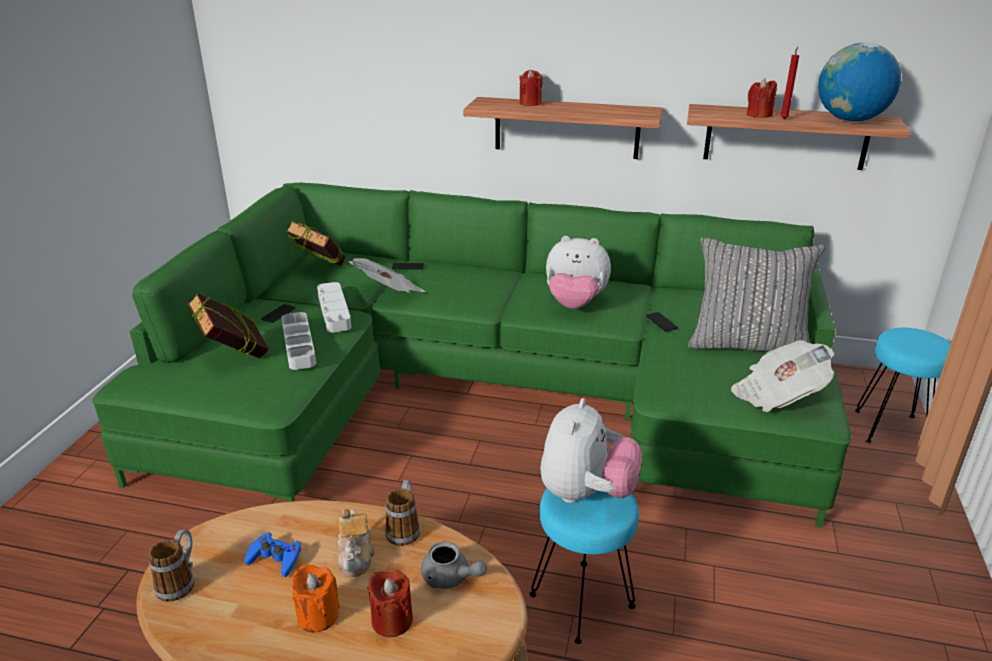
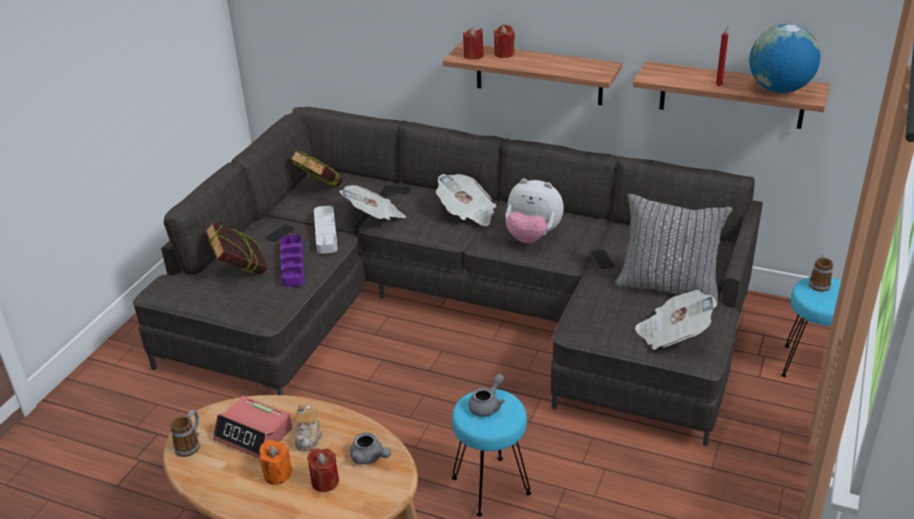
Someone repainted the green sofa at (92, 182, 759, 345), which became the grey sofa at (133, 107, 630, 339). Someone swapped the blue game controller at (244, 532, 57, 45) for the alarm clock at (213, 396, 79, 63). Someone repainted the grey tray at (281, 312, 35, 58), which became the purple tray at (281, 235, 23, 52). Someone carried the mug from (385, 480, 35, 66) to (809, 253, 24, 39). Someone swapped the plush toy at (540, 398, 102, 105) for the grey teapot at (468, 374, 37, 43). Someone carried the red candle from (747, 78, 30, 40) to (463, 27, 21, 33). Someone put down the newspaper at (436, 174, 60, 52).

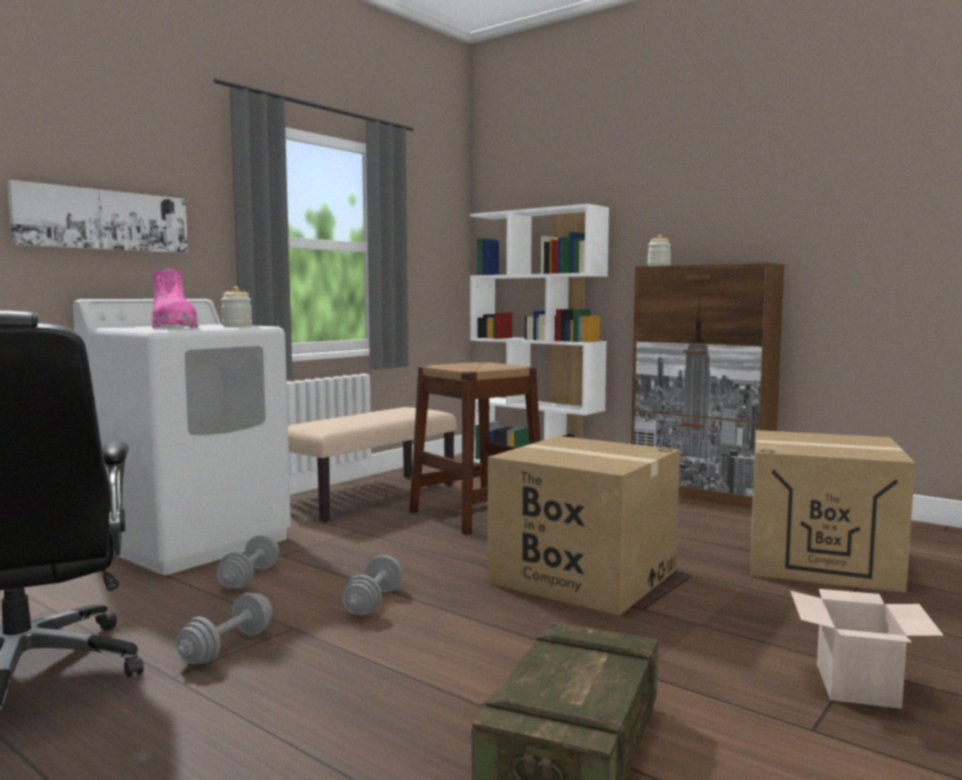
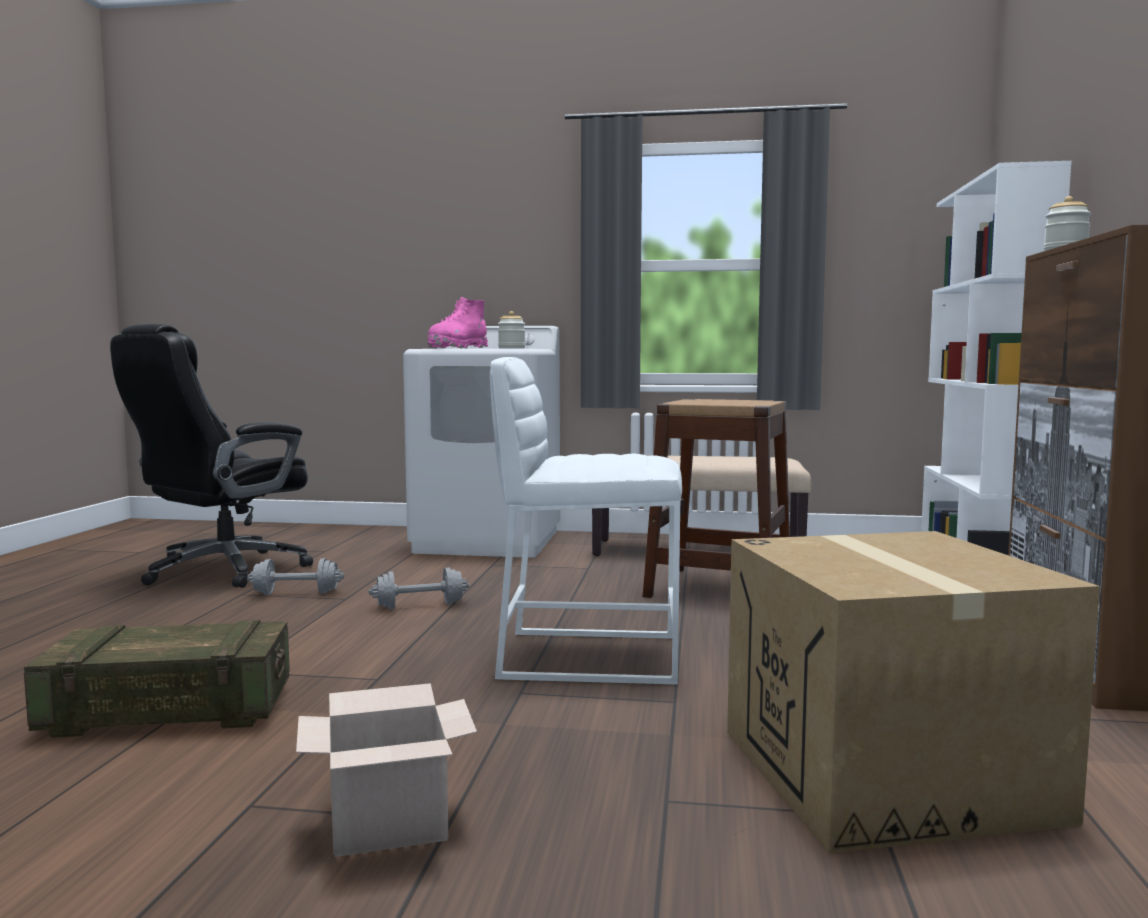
Someone took away the picture at (7, 180, 181, 73). Someone took away the grey dumbbell at (217, 535, 62, 54). Someone swapped the cardboard box at (488, 436, 192, 180) for the white stool at (490, 357, 192, 327).

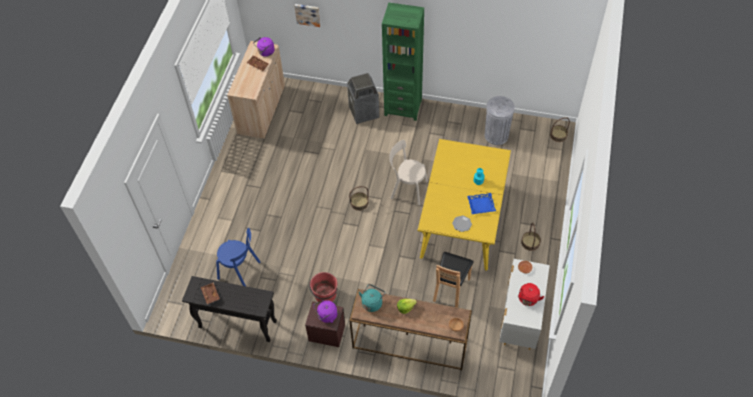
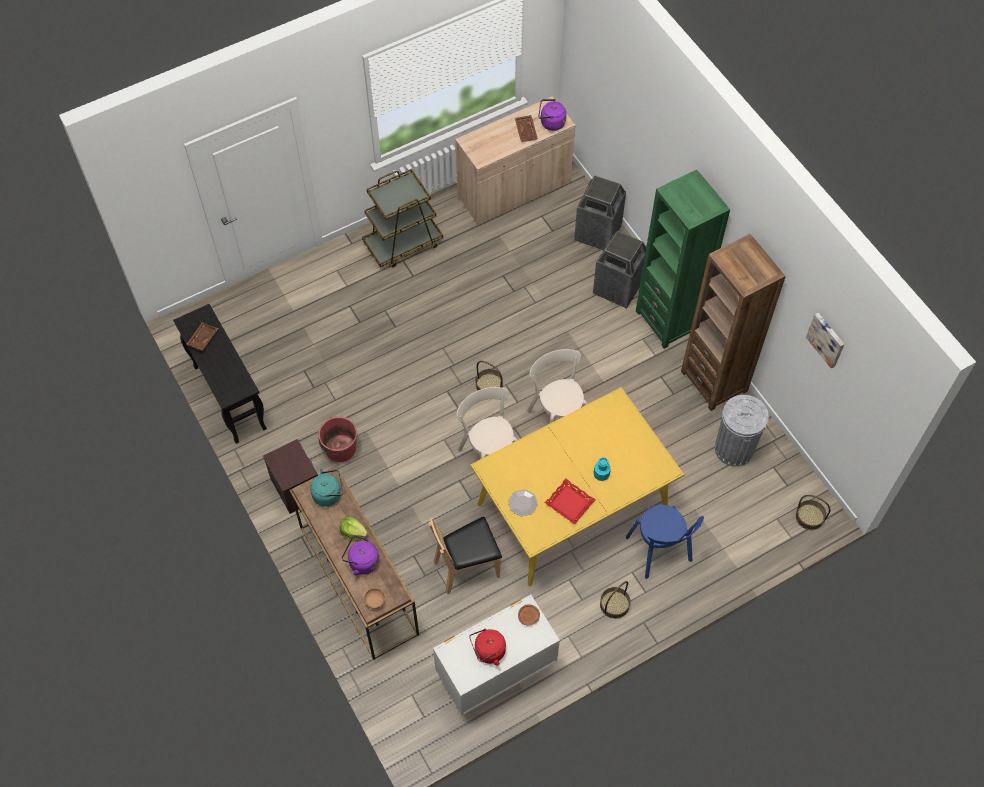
Someone carried the blue chair from (216, 228, 44, 58) to (626, 505, 78, 74). Someone carried the picture from (294, 4, 27, 23) to (806, 313, 39, 56). Someone carried the purple kettle from (313, 300, 24, 23) to (342, 535, 37, 40). Someone repainted the blue tray at (467, 193, 29, 21), which became the red tray at (544, 478, 52, 47). Someone put down the brown cart at (362, 169, 81, 98). Someone put down the beige chair at (457, 387, 60, 99). Someone put down the trash can at (574, 176, 52, 74). Someone put down the brown bookcase at (681, 234, 105, 177).

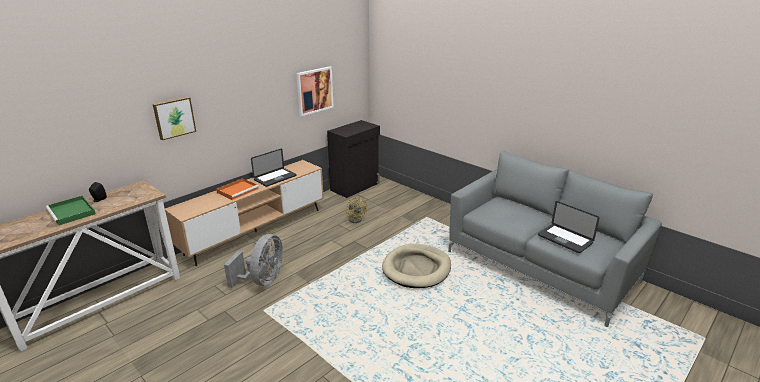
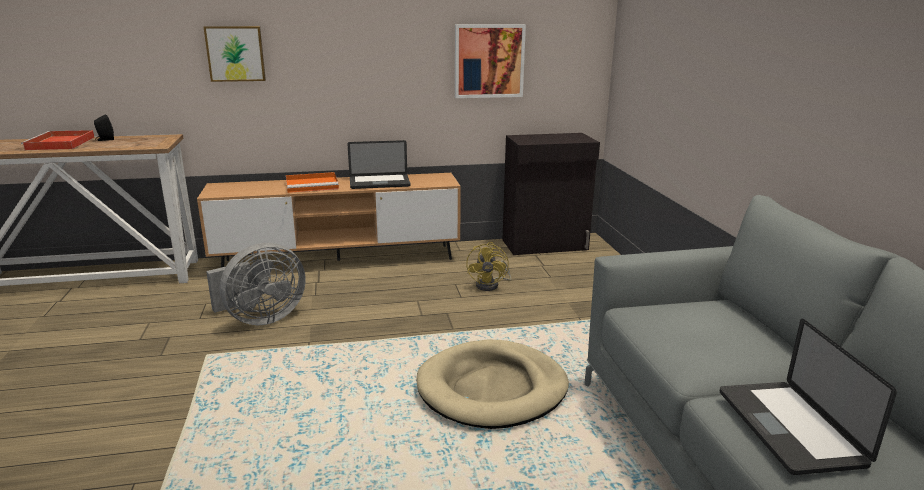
Someone repainted the green tray at (45, 196, 51, 30), which became the red tray at (21, 130, 74, 20).

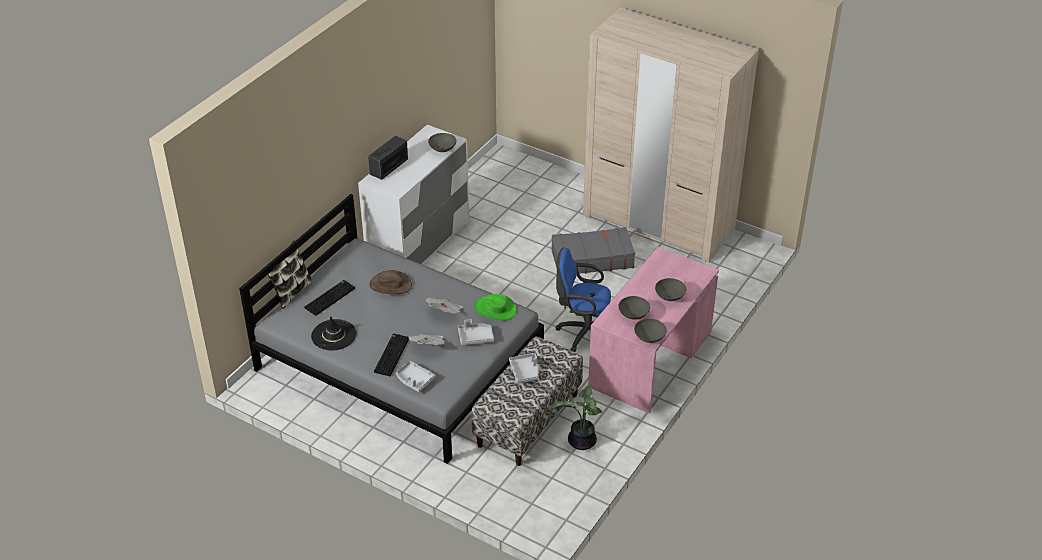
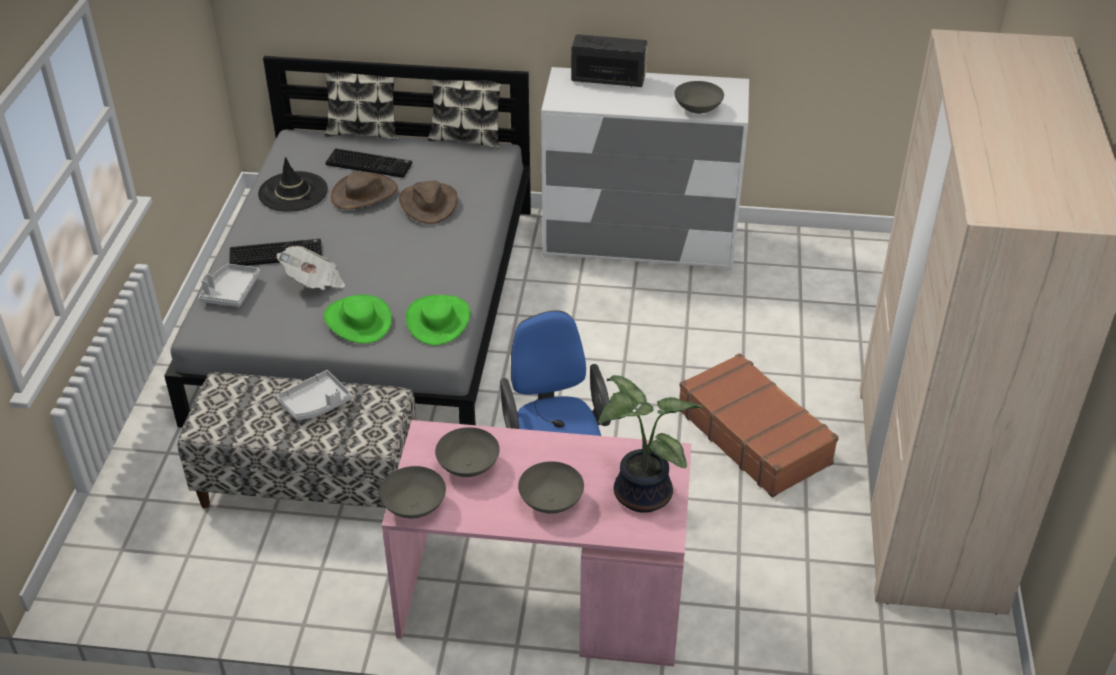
Someone took away the newspaper at (426, 297, 37, 17). Someone swapped the grey tray at (458, 319, 36, 26) for the green hat at (324, 295, 68, 48). Someone repainted the grey suitcase at (551, 227, 84, 47), which became the brown suitcase at (679, 353, 160, 144). Someone carried the potted plant from (551, 384, 51, 66) to (598, 375, 105, 138). Someone put down the brown hat at (331, 171, 67, 38). Someone put down the pillow at (428, 80, 73, 69).

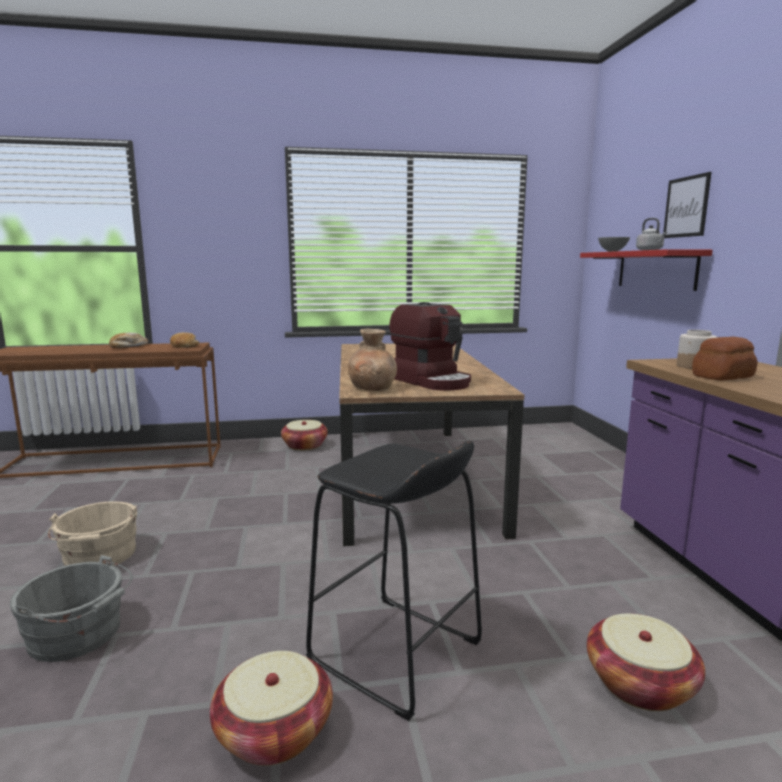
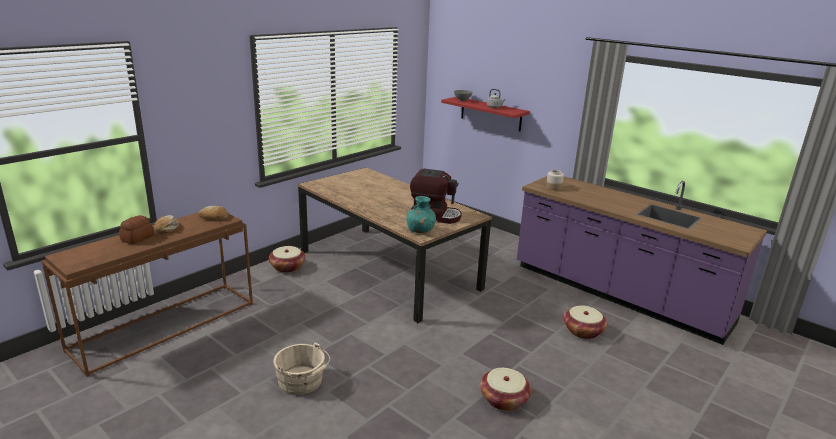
Someone took away the grey bucket at (10, 555, 123, 107). Someone took away the black stool at (306, 441, 176, 280). Someone repainted the brown vase at (348, 329, 49, 62), which became the turquoise vase at (407, 196, 29, 37). Someone took away the picture at (663, 172, 48, 66). Someone carried the bread from (692, 337, 66, 43) to (119, 215, 35, 29).

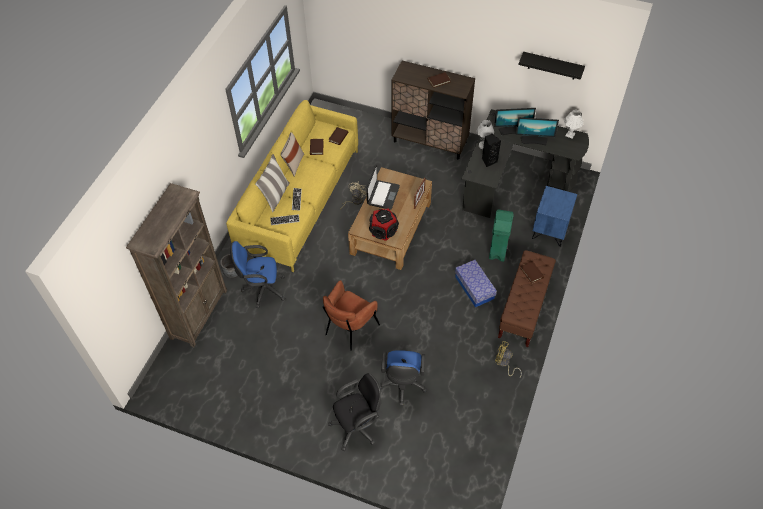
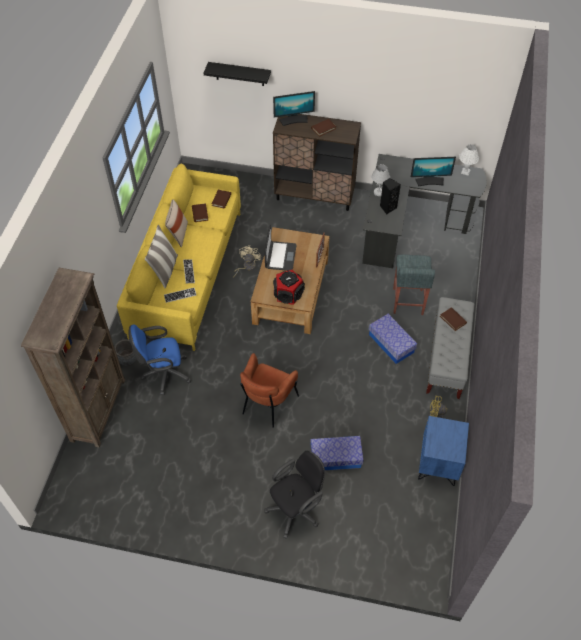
Someone swapped the blue office chair at (379, 350, 48, 56) for the storage box at (310, 436, 54, 34). Someone swapped the green trash can at (489, 209, 25, 53) for the grey stool at (393, 255, 42, 60). Someone carried the monitor from (494, 108, 42, 27) to (273, 91, 42, 35). Someone repainted the brown bench at (498, 250, 58, 97), which became the grey bench at (426, 297, 49, 102). Someone carried the black shelf from (519, 52, 66, 28) to (204, 62, 67, 24). Someone carried the blue nightstand from (532, 186, 45, 61) to (418, 416, 51, 70).

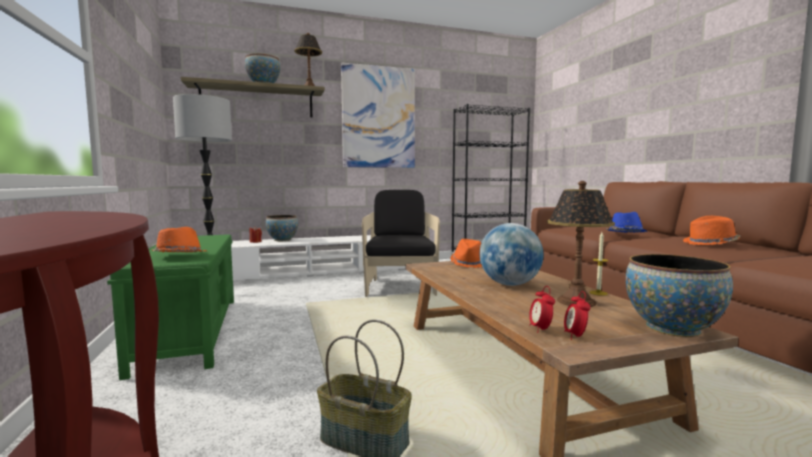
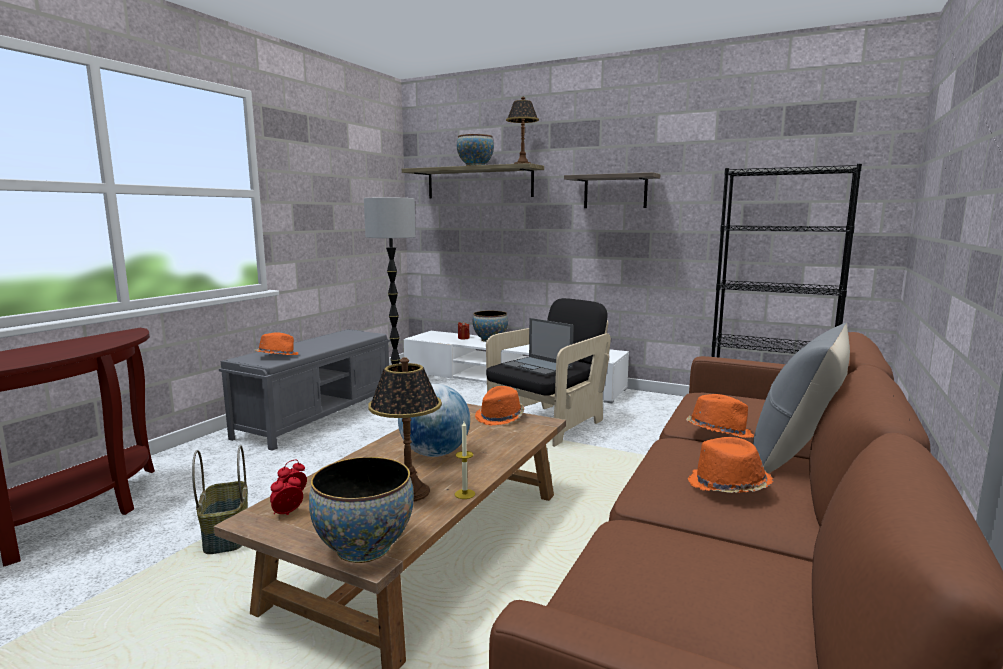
Someone repainted the green bench at (107, 234, 127, 146), which became the grey bench at (219, 329, 171, 122). Someone swapped the picture at (341, 63, 74, 105) for the shelf at (564, 172, 96, 36). Someone repainted the blue hat at (606, 212, 41, 21), which became the orange hat at (686, 394, 68, 44). Someone put down the laptop at (503, 318, 71, 58). Someone put down the grey pillow at (753, 323, 97, 150).

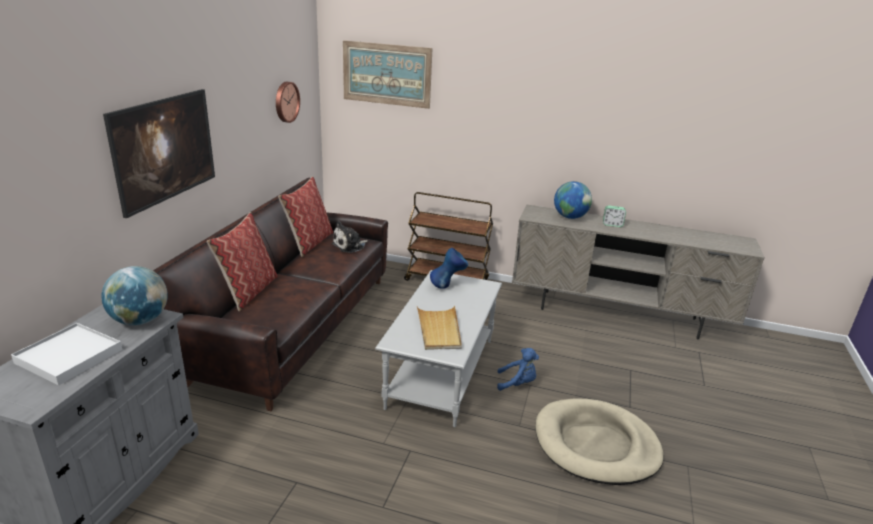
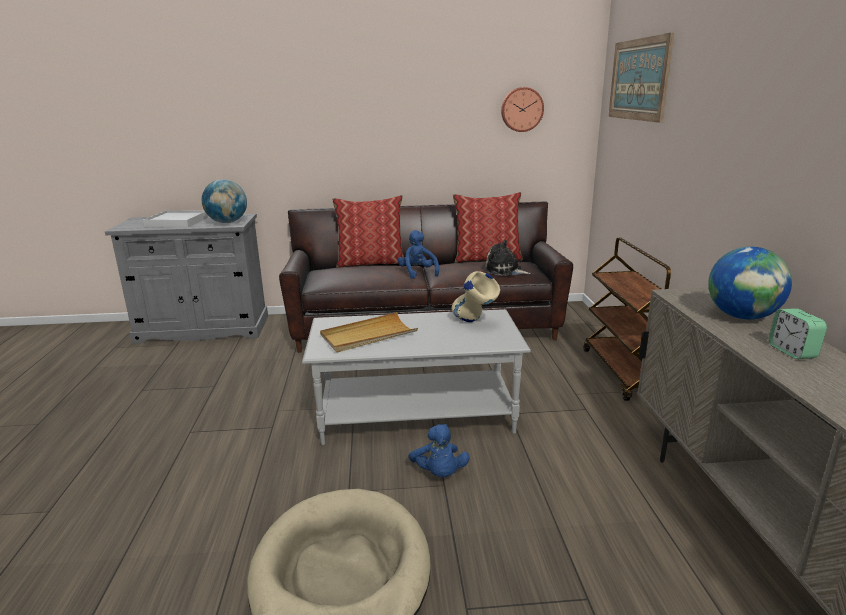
Someone took away the picture at (103, 89, 112, 129). Someone repainted the blue vase at (430, 248, 38, 41), which became the beige vase at (451, 271, 49, 51). Someone put down the blue plush toy at (398, 230, 41, 49).

